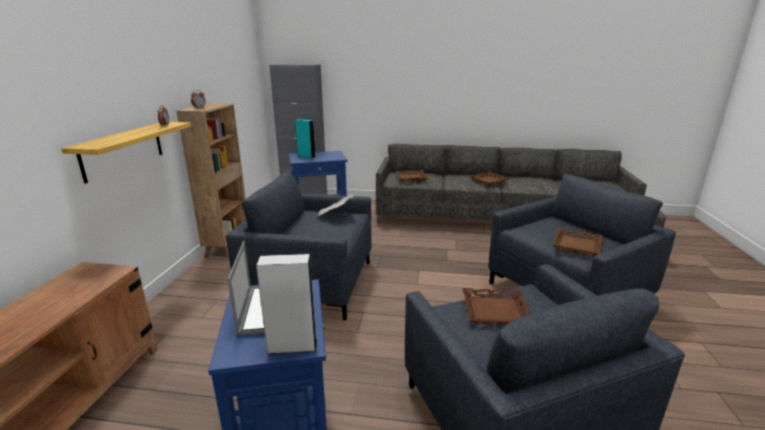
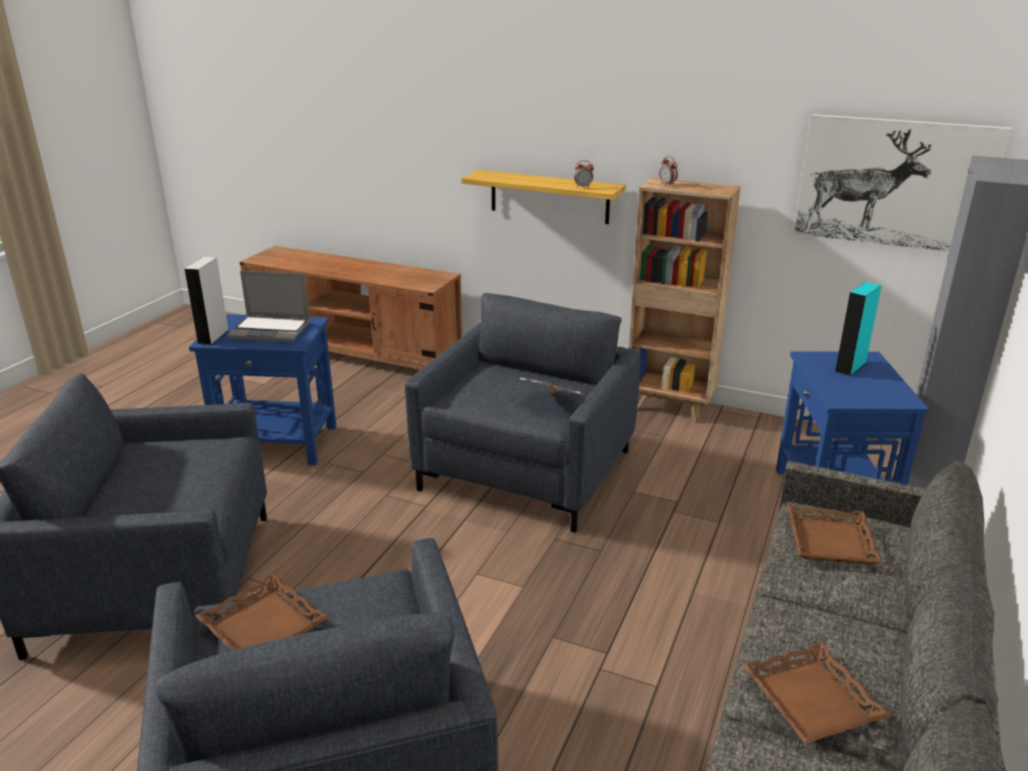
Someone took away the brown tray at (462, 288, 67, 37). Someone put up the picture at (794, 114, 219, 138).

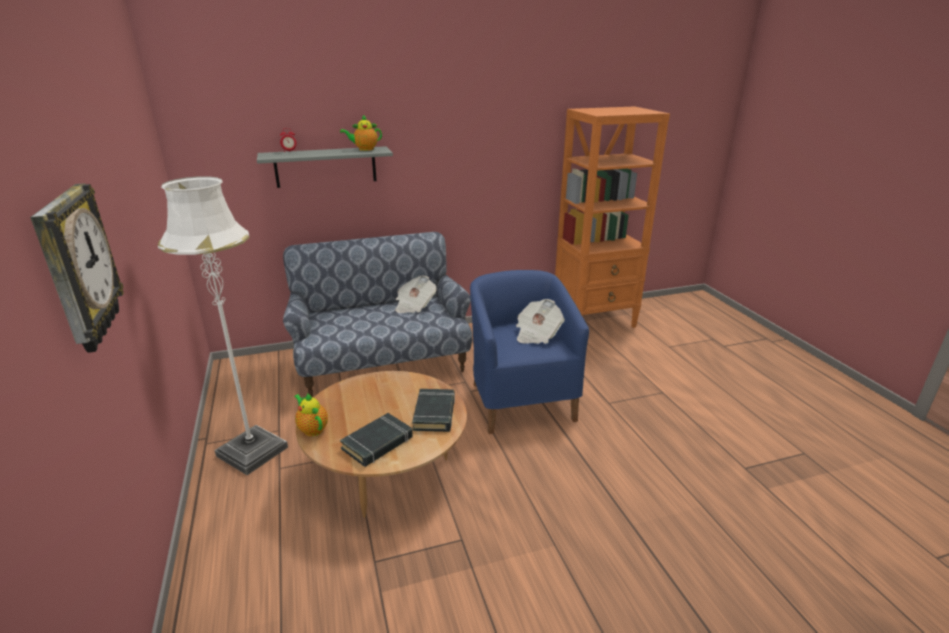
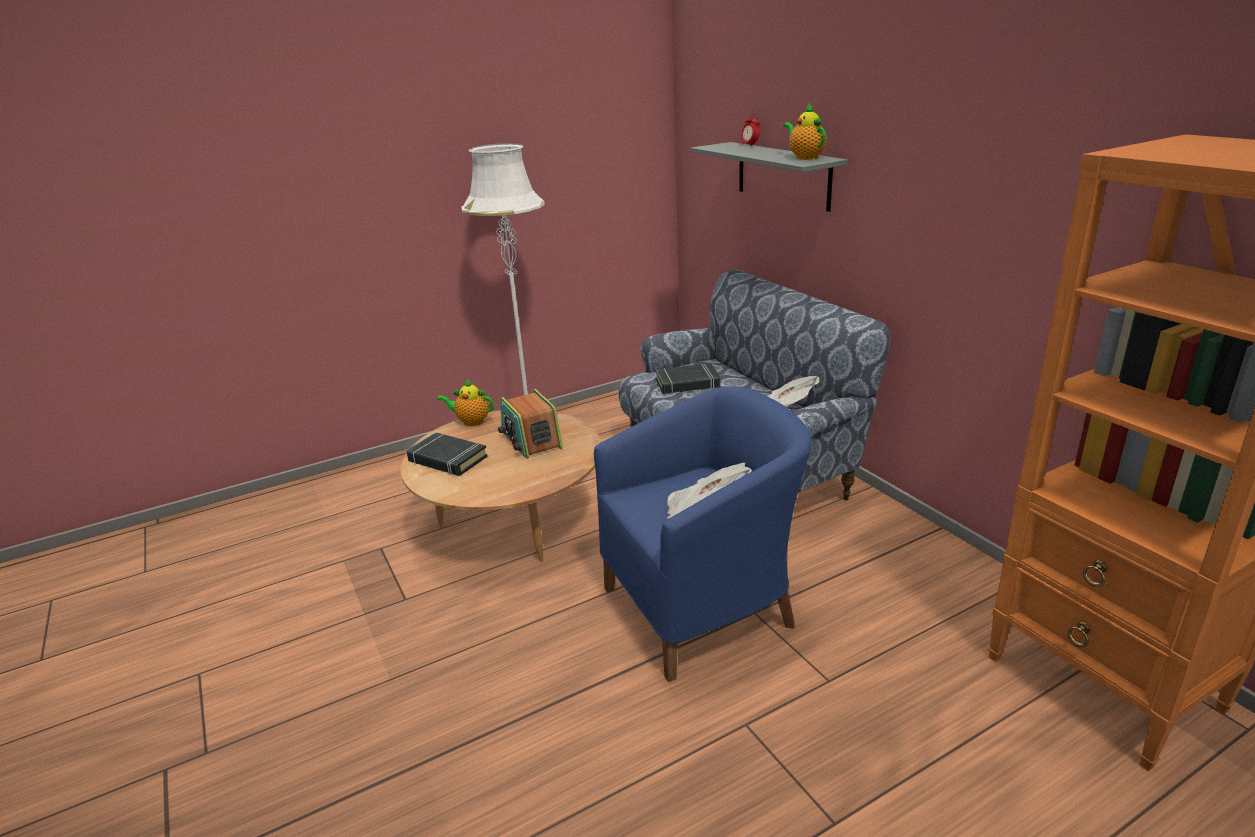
Someone took away the wall clock at (30, 184, 94, 169). Someone rotated the teapot at (294, 393, 34, 43) by 120 degrees counterclockwise. Someone carried the black book from (412, 389, 43, 43) to (655, 363, 65, 31). Someone put down the radio at (498, 389, 64, 70).

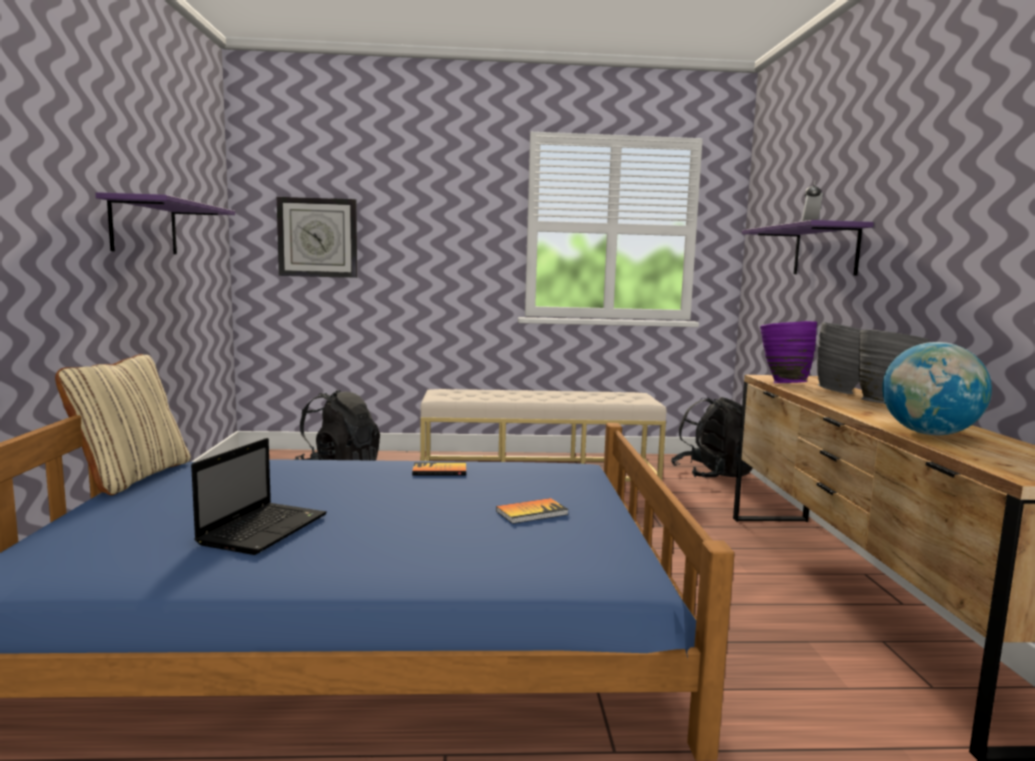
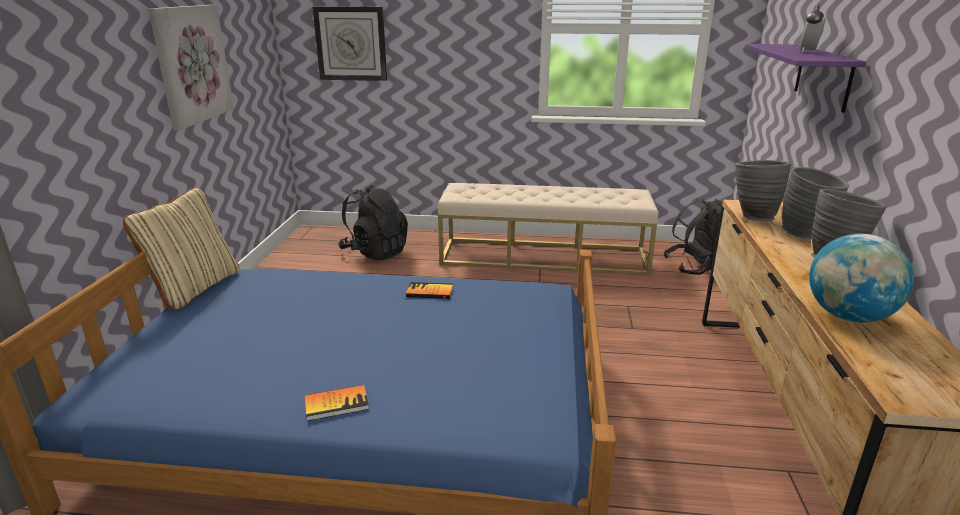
Someone swapped the purple shelf at (95, 192, 140, 62) for the picture at (148, 5, 86, 126). Someone took away the laptop at (191, 438, 136, 117). Someone carried the book from (496, 498, 73, 26) to (305, 385, 64, 36). Someone repainted the purple vase at (760, 321, 57, 62), which became the grey vase at (735, 160, 57, 61).

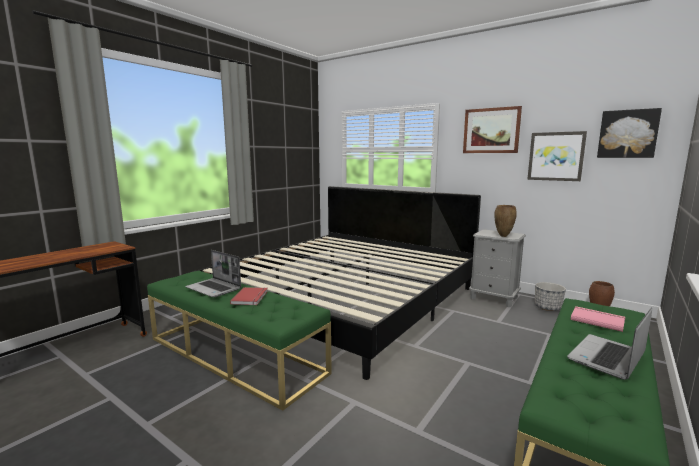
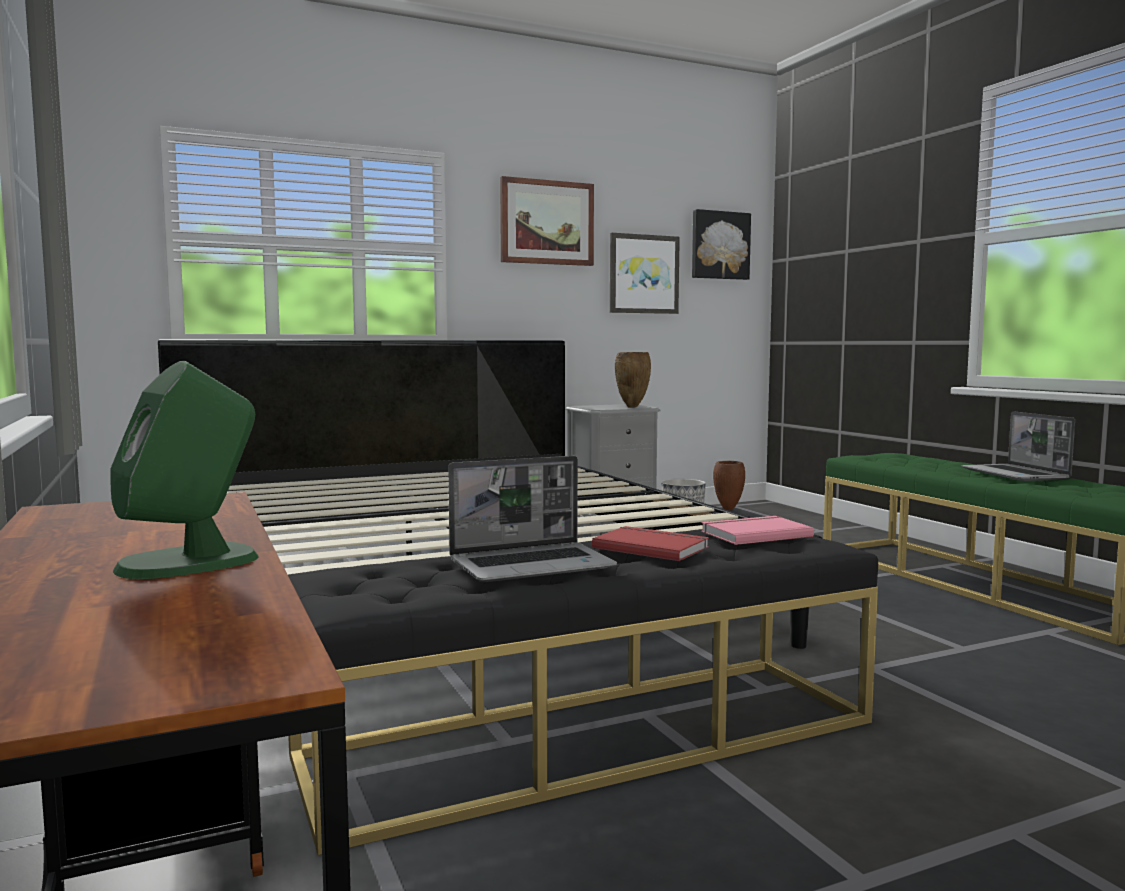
Someone repainted the green bench at (147, 271, 185, 140), which became the black bench at (288, 529, 590, 326). Someone carried the pink book from (571, 306, 54, 26) to (701, 516, 113, 29). Someone put down the green speaker at (110, 361, 148, 218).

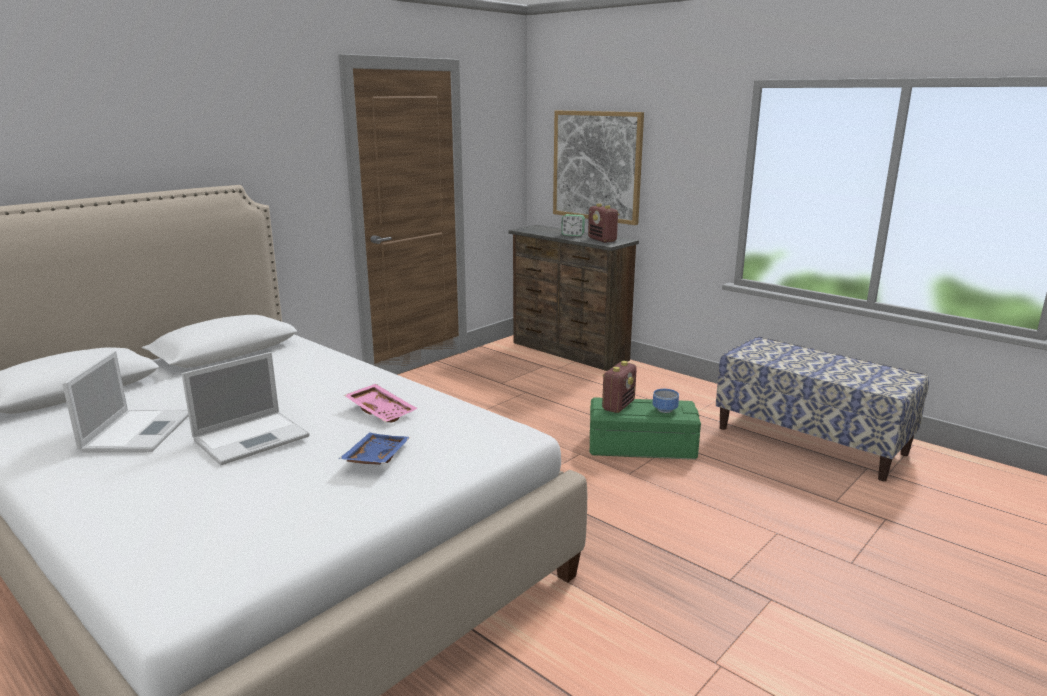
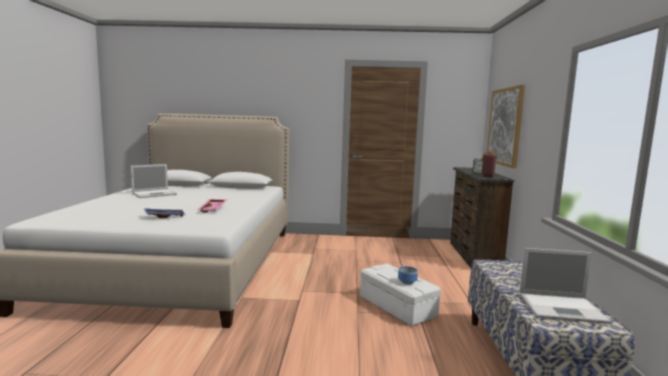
Someone carried the laptop from (182, 352, 127, 114) to (519, 248, 92, 76). Someone repainted the green storage box at (590, 397, 111, 63), which became the white storage box at (360, 264, 81, 62). Someone took away the radio at (602, 361, 35, 52).

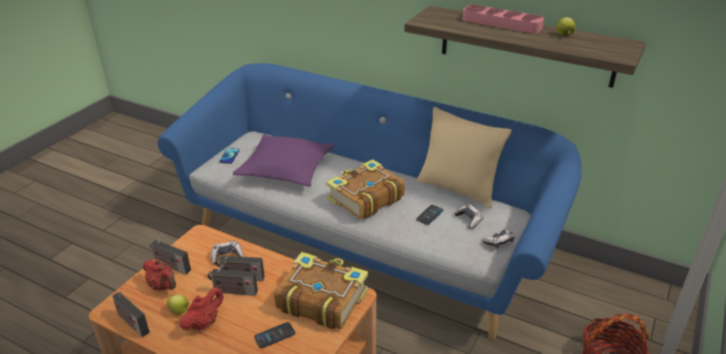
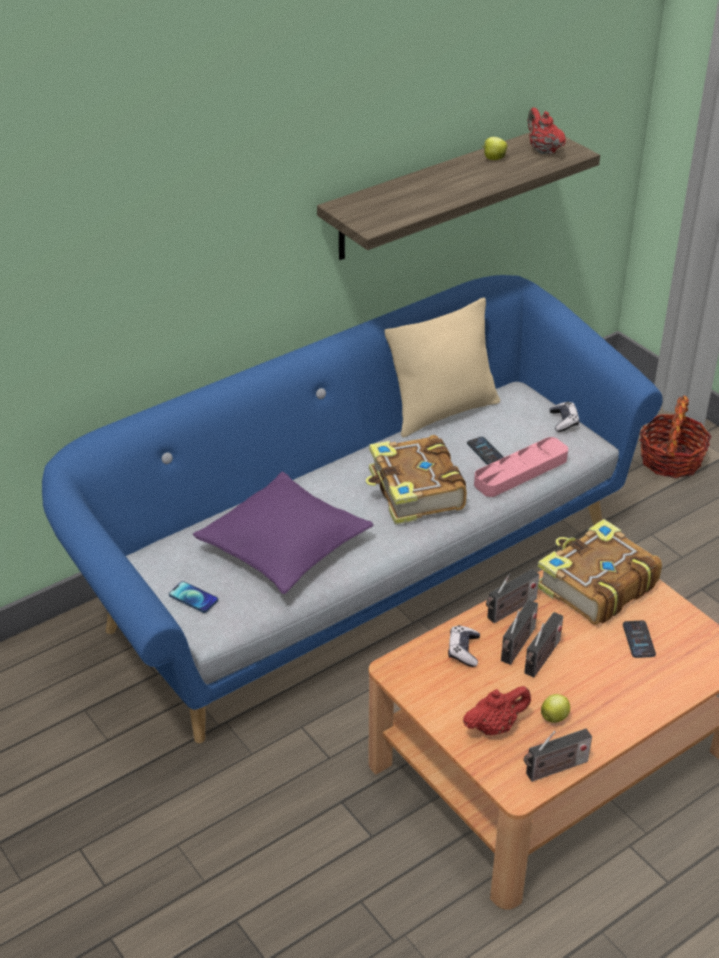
Someone carried the radio from (150, 236, 41, 39) to (486, 569, 53, 54). Someone carried the red teapot from (180, 287, 44, 44) to (527, 108, 39, 46). Someone took away the game controller at (454, 204, 30, 25). Someone carried the pink tray from (463, 4, 81, 30) to (474, 437, 94, 60).

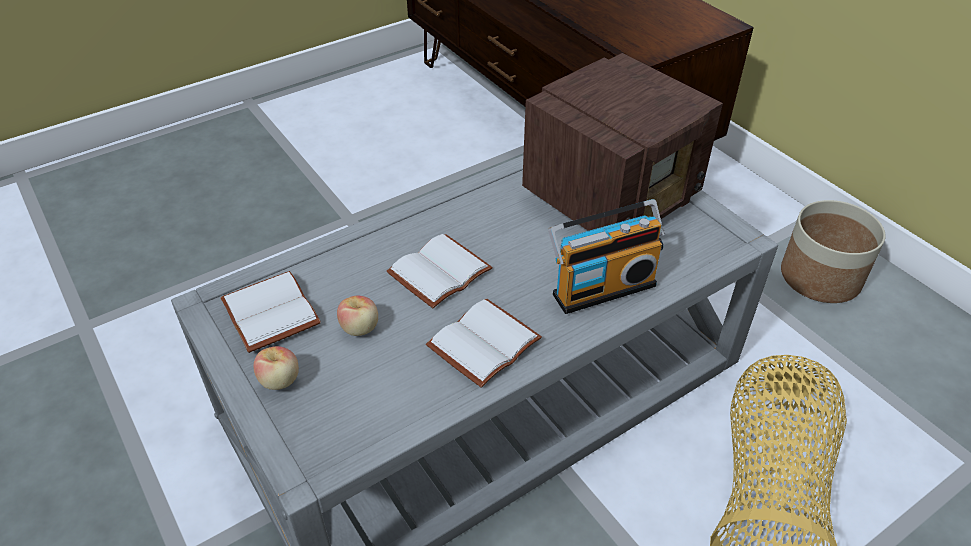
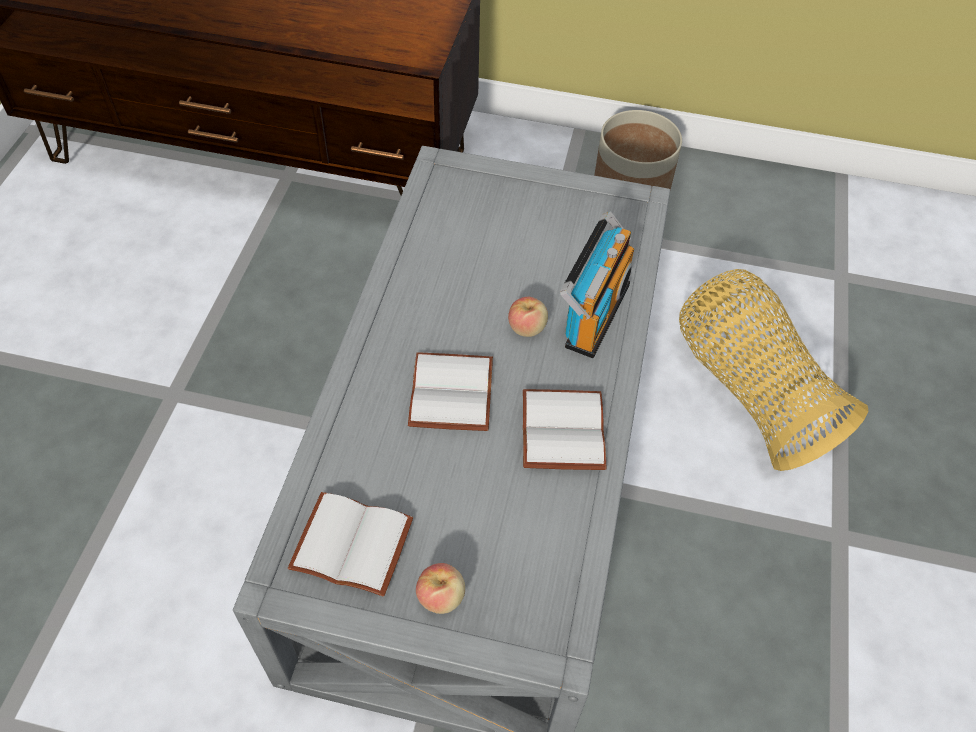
Someone carried the apple from (337, 296, 41, 40) to (508, 297, 40, 40). Someone took away the radio at (522, 53, 201, 178).

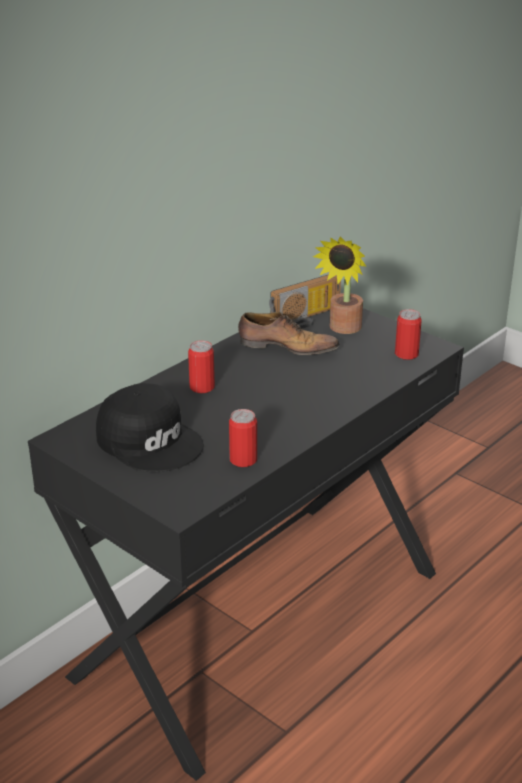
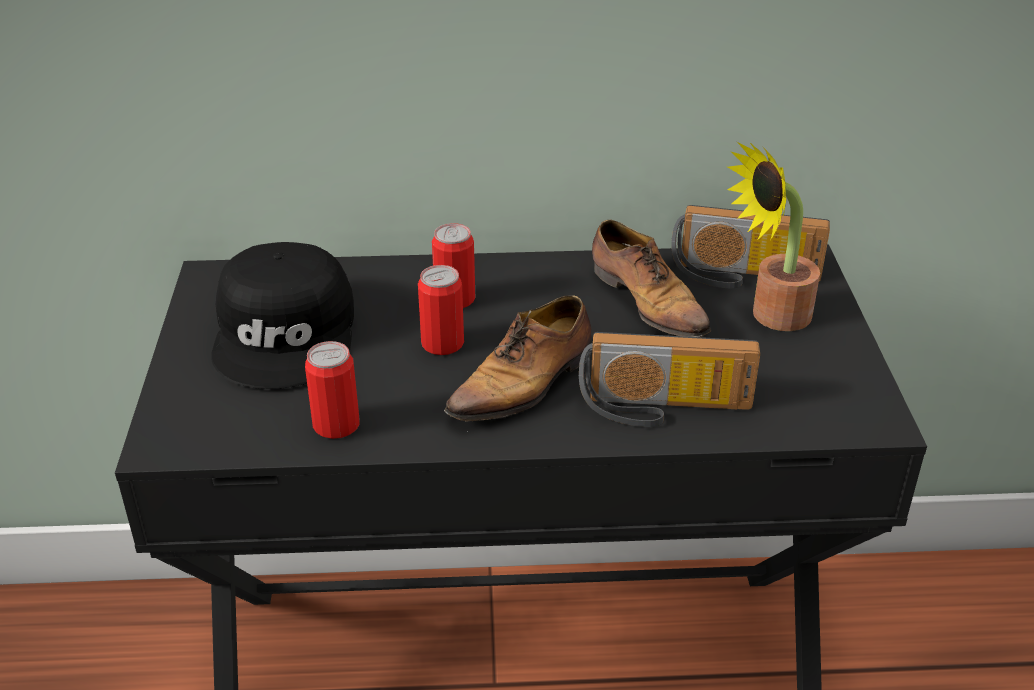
Someone carried the can from (395, 309, 27, 51) to (418, 265, 46, 90). Someone put down the shoe at (444, 295, 147, 137). Someone put down the radio at (579, 332, 181, 95).

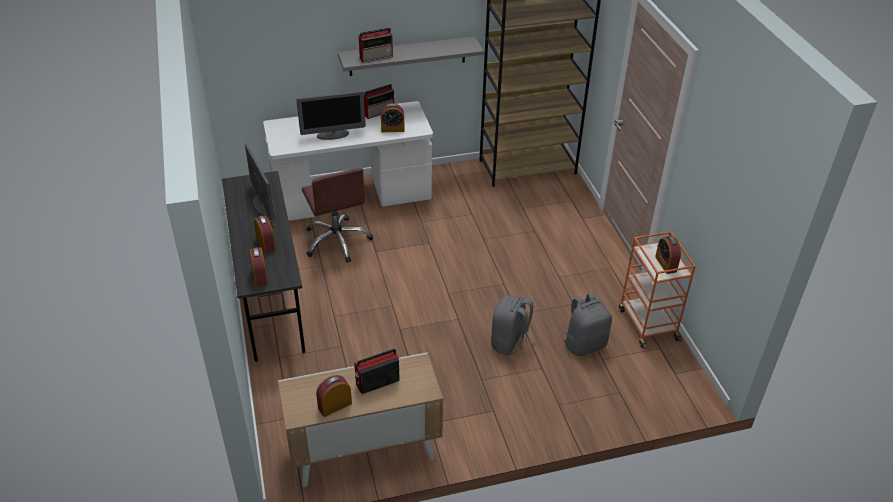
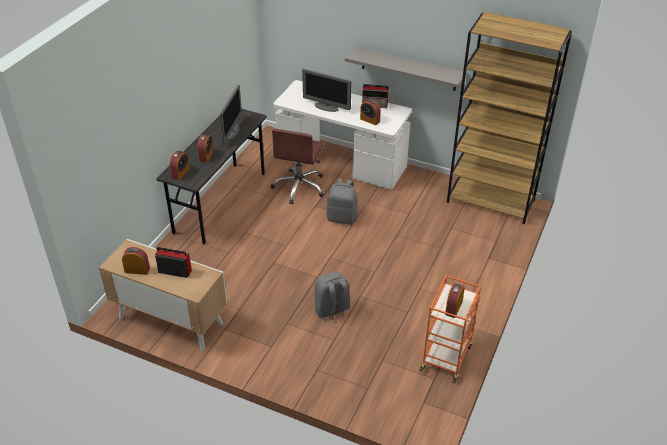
Someone took away the radio at (359, 28, 34, 35). Someone carried the grey backpack from (564, 292, 48, 64) to (326, 178, 32, 47).

